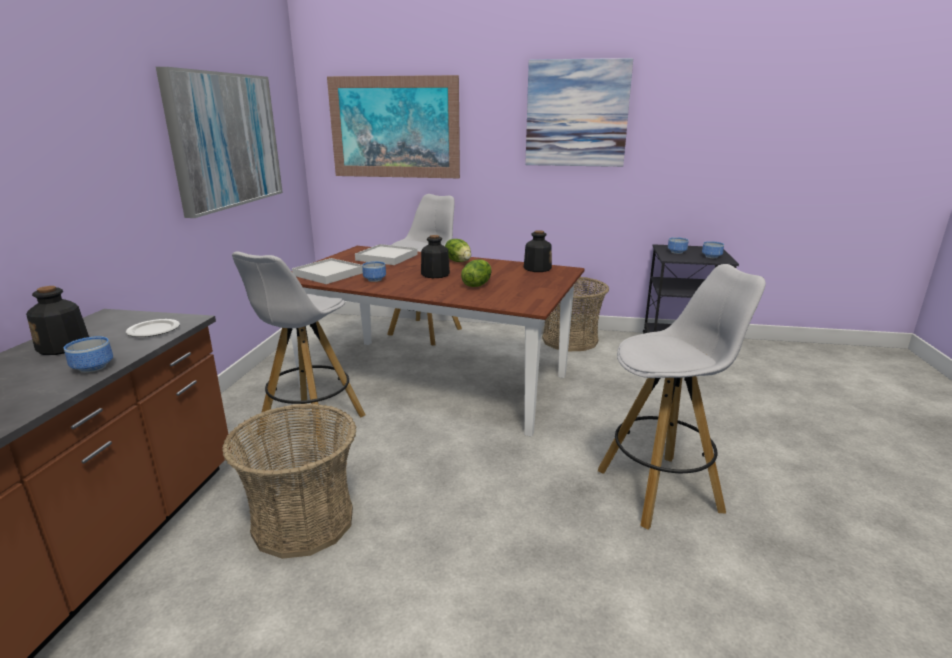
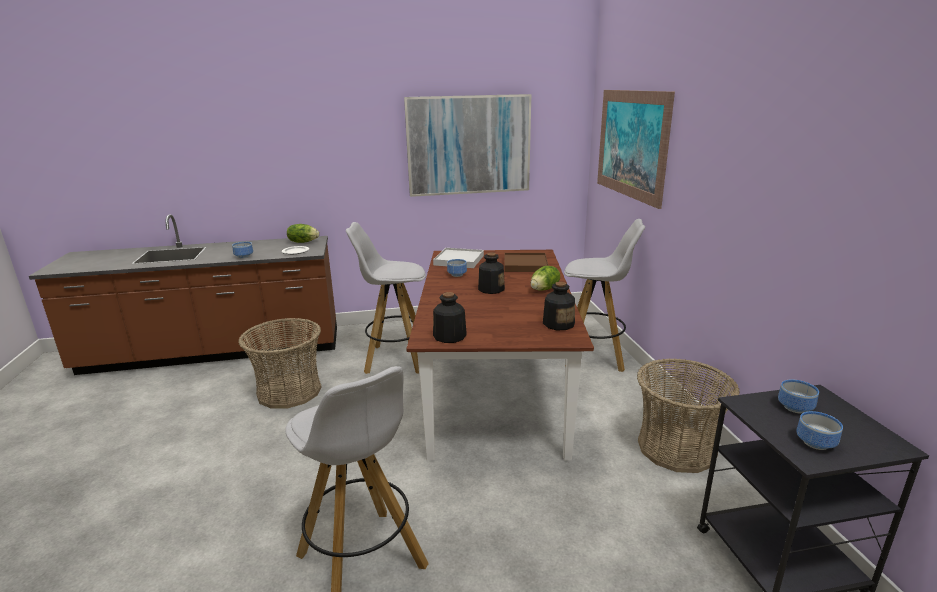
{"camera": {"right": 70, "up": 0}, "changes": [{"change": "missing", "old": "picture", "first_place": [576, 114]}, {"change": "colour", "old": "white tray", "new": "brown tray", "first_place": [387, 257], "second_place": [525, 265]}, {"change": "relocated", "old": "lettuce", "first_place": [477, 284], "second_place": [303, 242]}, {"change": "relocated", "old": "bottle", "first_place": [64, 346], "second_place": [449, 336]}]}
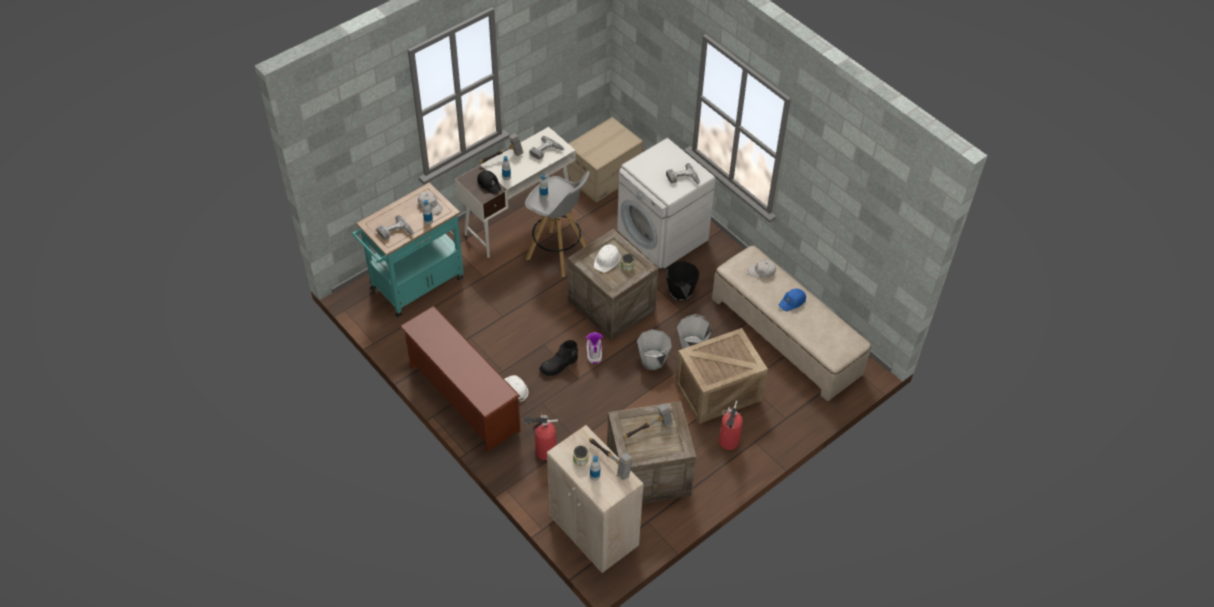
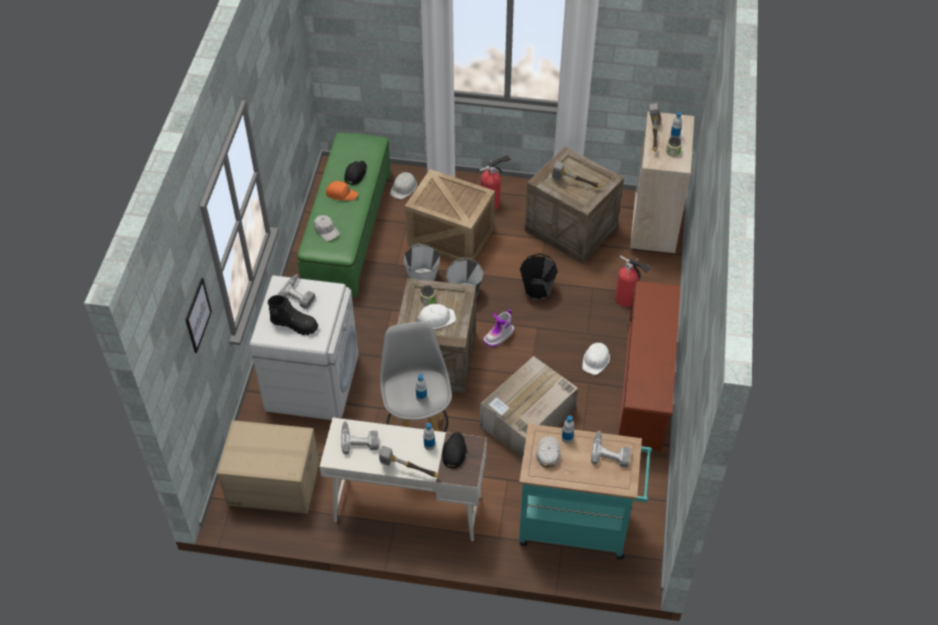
{"camera": {"right": -130, "up": 0}, "changes": [{"change": "colour", "old": "beige bench", "new": "green bench", "first_place": [787, 336], "second_place": [348, 228]}, {"change": "relocated", "old": "black bucket", "first_place": [680, 291], "second_place": [537, 289]}, {"change": "colour", "old": "blue cap", "new": "orange cap", "first_place": [792, 302], "second_place": [341, 194]}, {"change": "relocated", "old": "black boot", "first_place": [559, 366], "second_place": [295, 324]}, {"change": "appeared", "new": "black cap", "second_place": [355, 174]}, {"change": "appeared", "new": "white hard hat", "second_place": [404, 188]}, {"change": "appeared", "new": "picture", "second_place": [198, 315]}, {"change": "appeared", "new": "cardboard box", "second_place": [527, 419]}]}
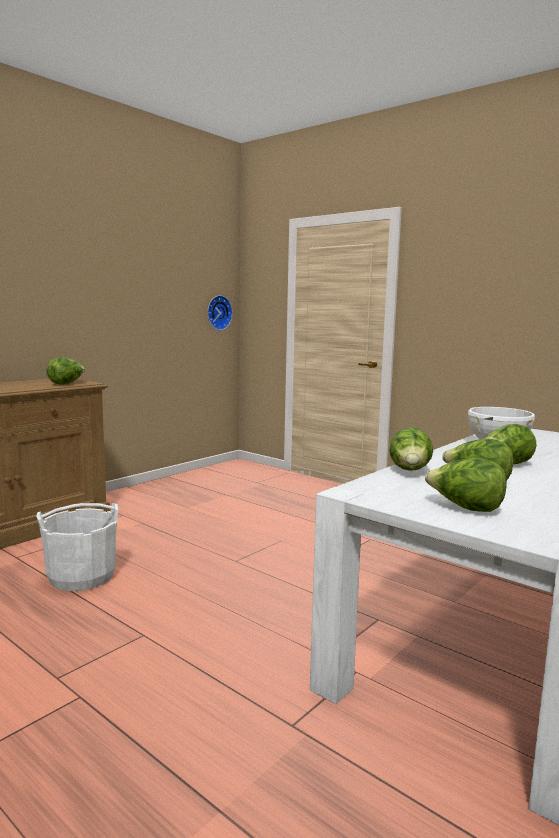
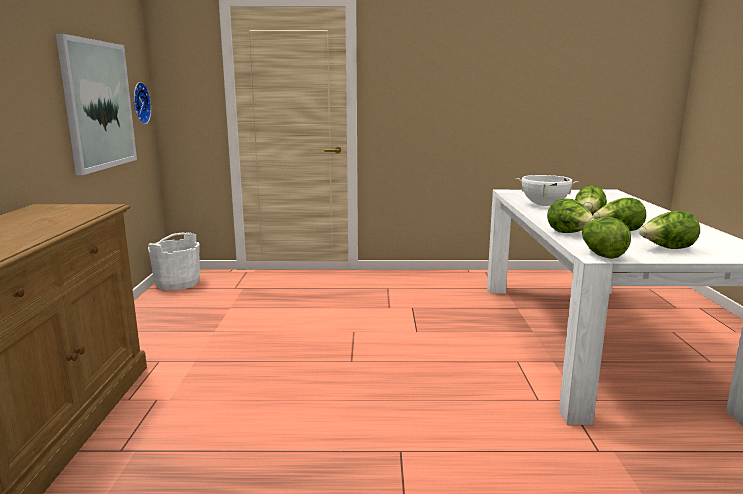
{"camera": {"right": -40, "up": 5}, "changes": [{"change": "relocated", "old": "lettuce", "first_place": [66, 383], "second_place": [601, 255]}, {"change": "relocated", "old": "white bucket", "first_place": [81, 576], "second_place": [177, 283]}, {"change": "appeared", "new": "picture", "second_place": [98, 105]}]}
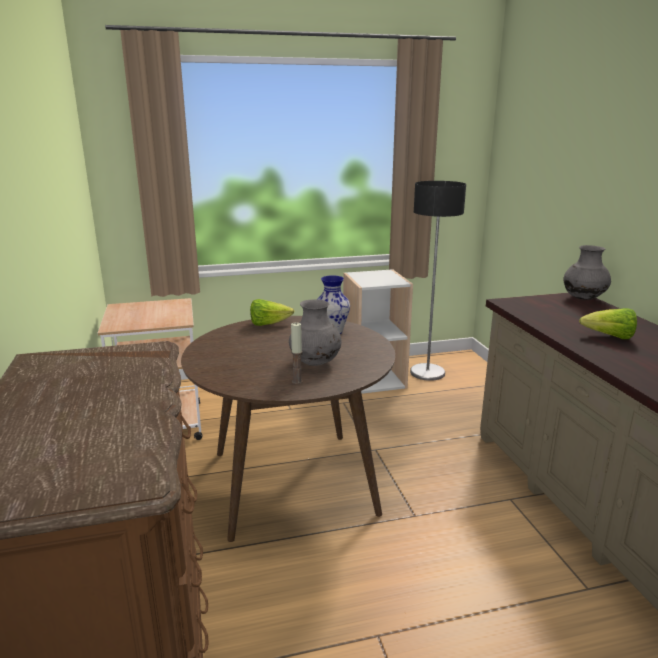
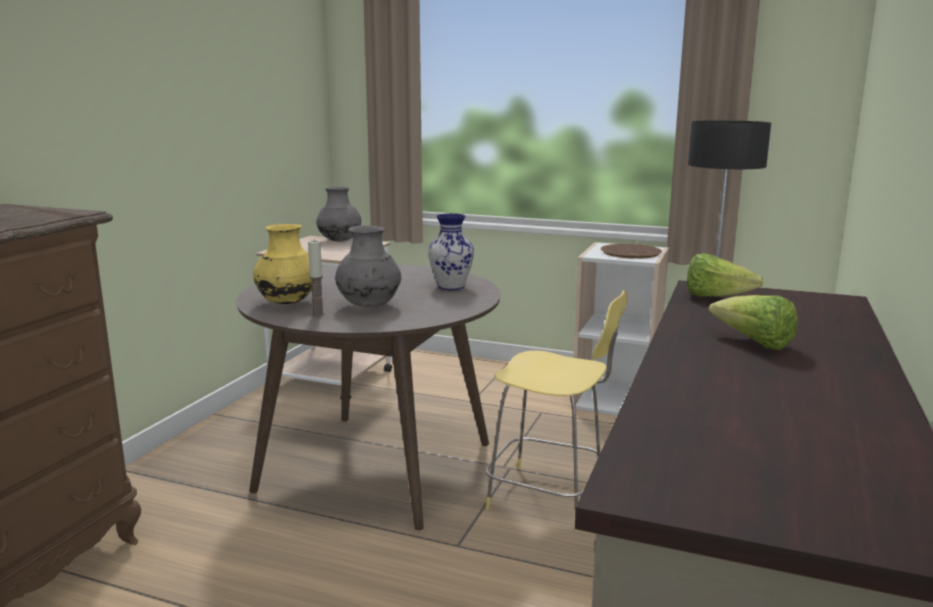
{"camera": {"right": 35, "up": -5}, "changes": [{"change": "relocated", "old": "grey vase", "first_place": [583, 298], "second_place": [340, 241]}, {"change": "relocated", "old": "lettuce", "first_place": [268, 324], "second_place": [716, 297]}, {"change": "appeared", "new": "yellow vase", "second_place": [288, 303]}, {"change": "appeared", "new": "brown plate", "second_place": [630, 252]}, {"change": "appeared", "new": "yellow stool", "second_place": [550, 497]}]}
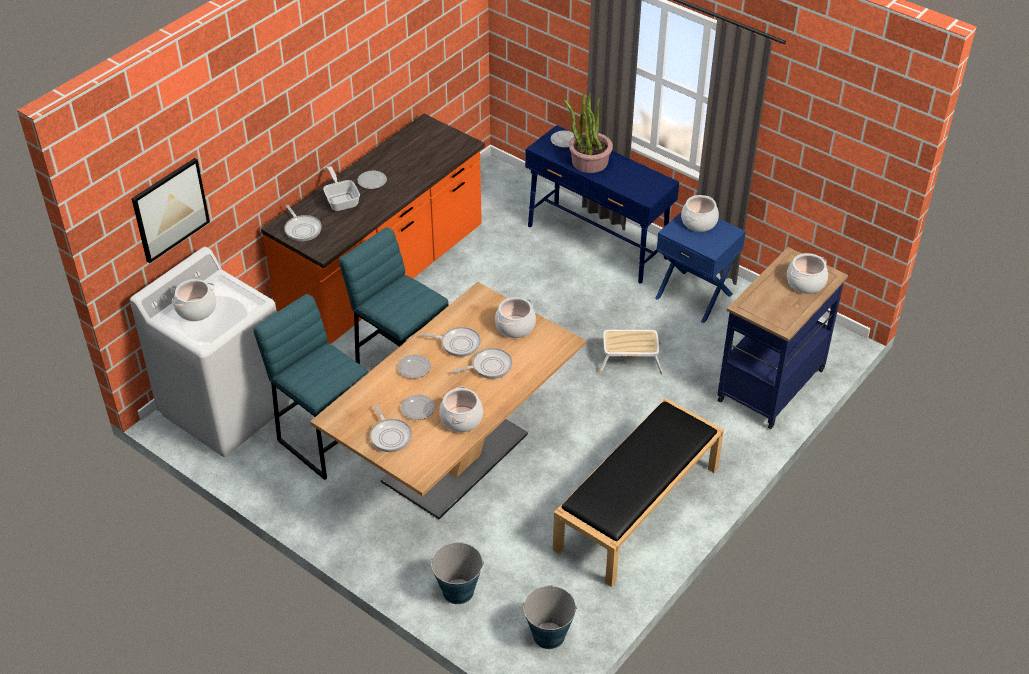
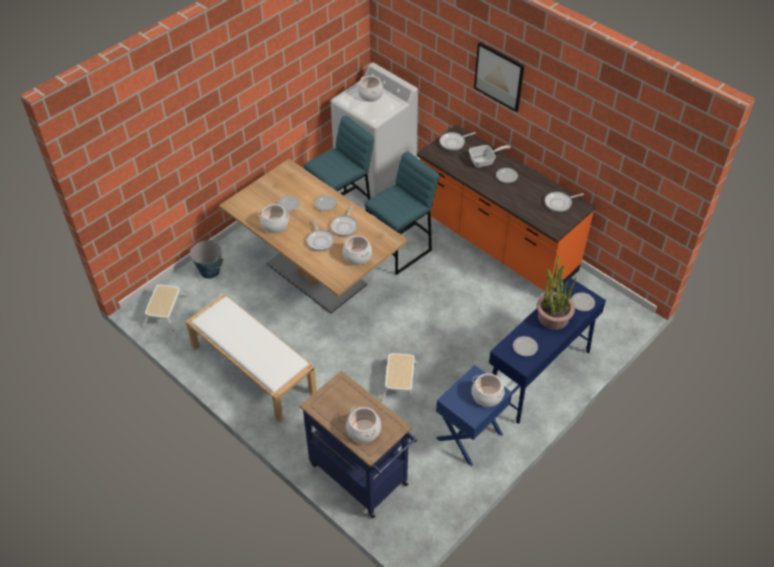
{"camera": {"right": 95, "up": 5}, "changes": [{"change": "relocated", "old": "picture", "first_place": [170, 209], "second_place": [499, 76]}, {"change": "colour", "old": "black bench", "new": "white bench", "first_place": [637, 509], "second_place": [252, 368]}, {"change": "relocated", "old": "frying pan", "first_place": [390, 435], "second_place": [559, 203]}, {"change": "exchanged", "old": "bucket", "new": "beige step ladder", "first_place": [548, 635], "second_place": [165, 311]}, {"change": "appeared", "new": "plate", "second_place": [525, 347]}]}
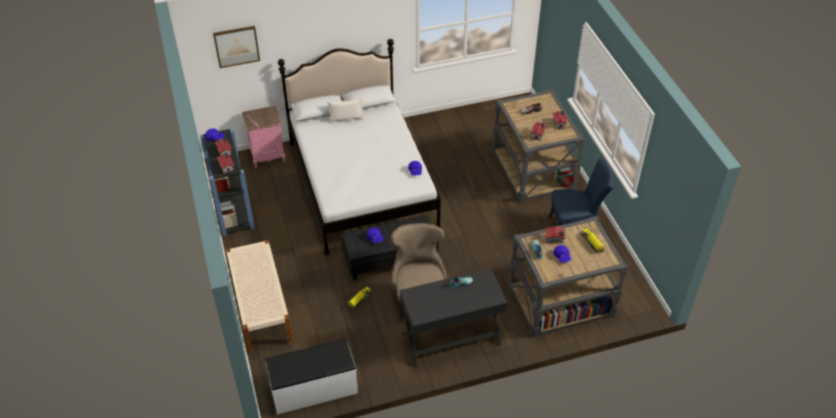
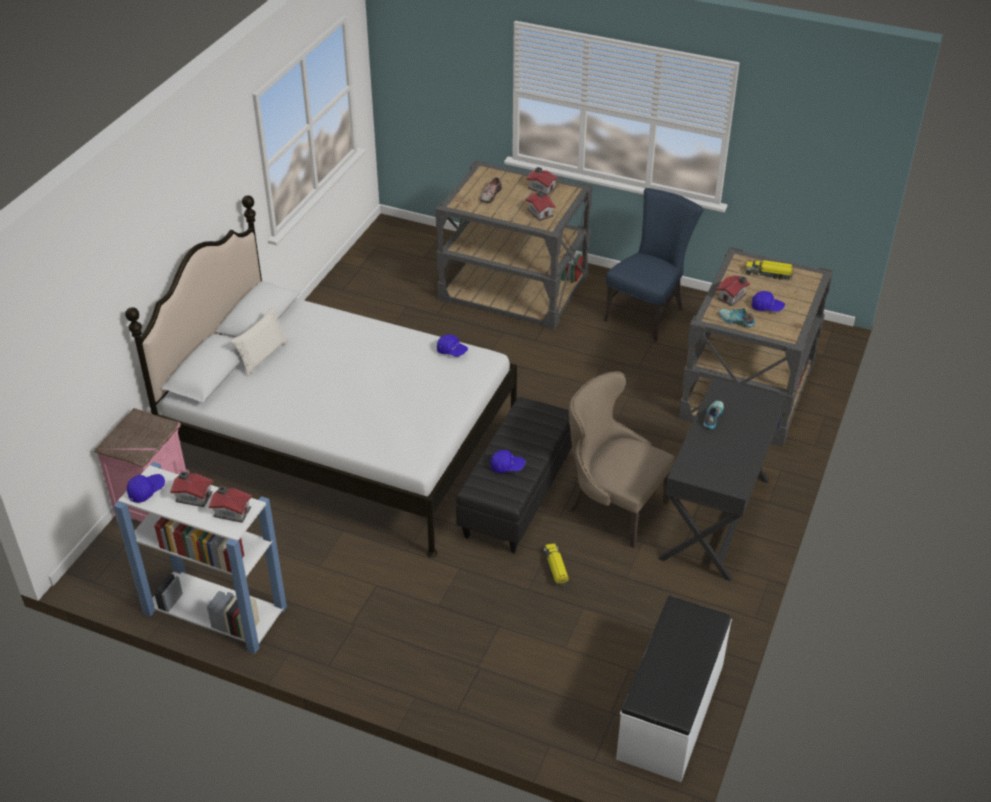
{"camera": {"right": -50, "up": -5}, "changes": [{"change": "missing", "old": "picture", "first_place": [236, 46]}, {"change": "colour", "old": "black bookcase", "new": "white bookcase", "first_place": [233, 209], "second_place": [214, 609]}, {"change": "missing", "old": "beige bench", "first_place": [260, 307]}]}
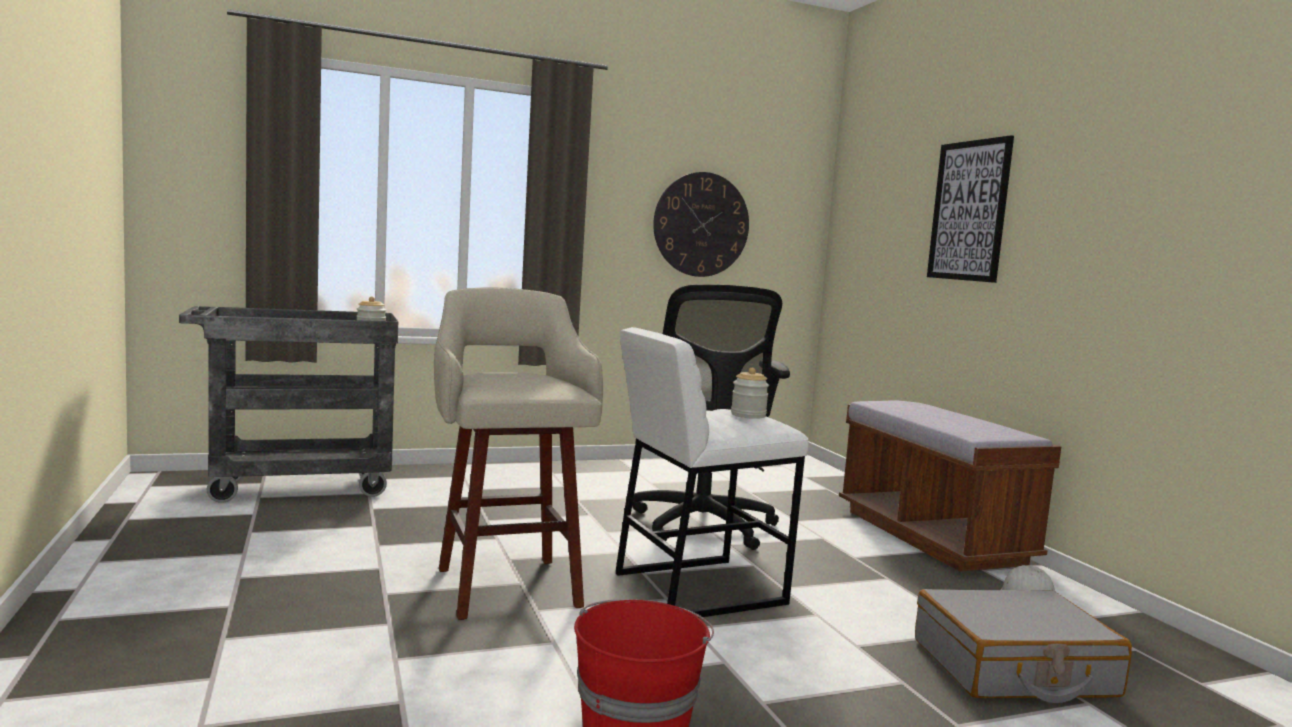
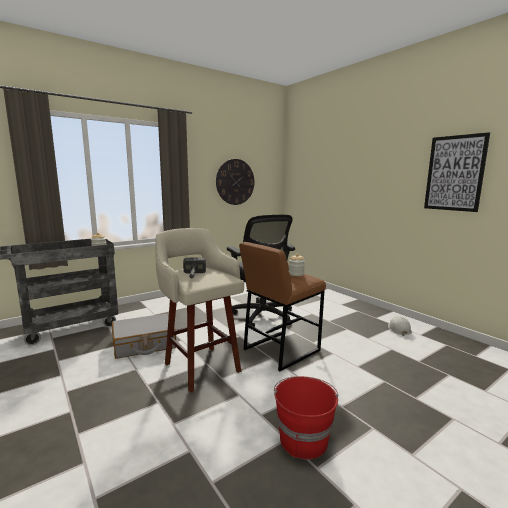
{"camera": {"right": -15, "up": 5}, "changes": [{"change": "relocated", "old": "picture", "first_place": [969, 211], "second_place": [454, 173]}, {"change": "colour", "old": "white stool", "new": "brown stool", "first_place": [695, 589], "second_place": [280, 350]}, {"change": "missing", "old": "brown bench", "first_place": [932, 536]}, {"change": "relocated", "old": "grey suitcase", "first_place": [1013, 669], "second_place": [144, 344]}, {"change": "appeared", "new": "hammer", "second_place": [193, 276]}]}
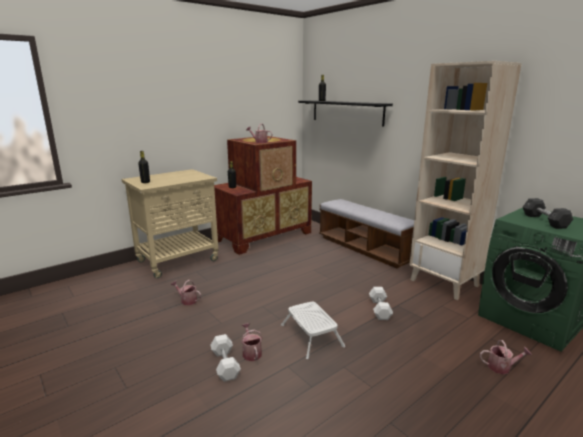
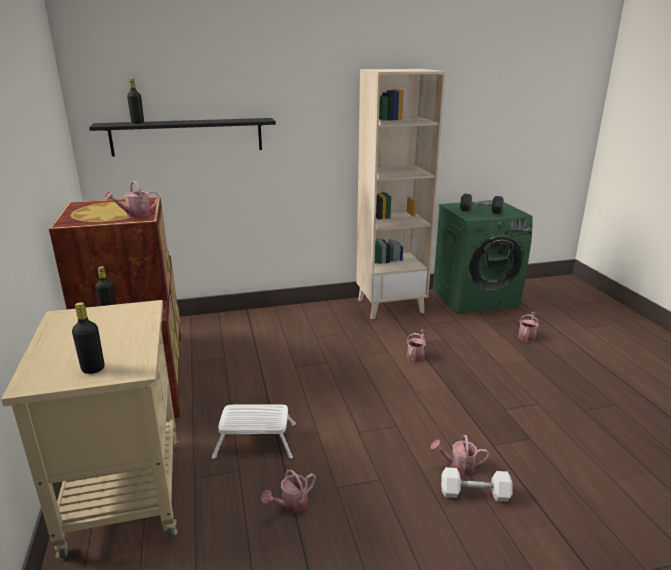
{"camera": {"right": -65, "up": 5}, "changes": [{"change": "missing", "old": "bench", "first_place": [365, 248]}, {"change": "exchanged", "old": "white dumbbell", "new": "watering can", "first_place": [379, 309], "second_place": [416, 355]}, {"change": "relocated", "old": "white step ladder", "first_place": [311, 335], "second_place": [255, 440]}]}
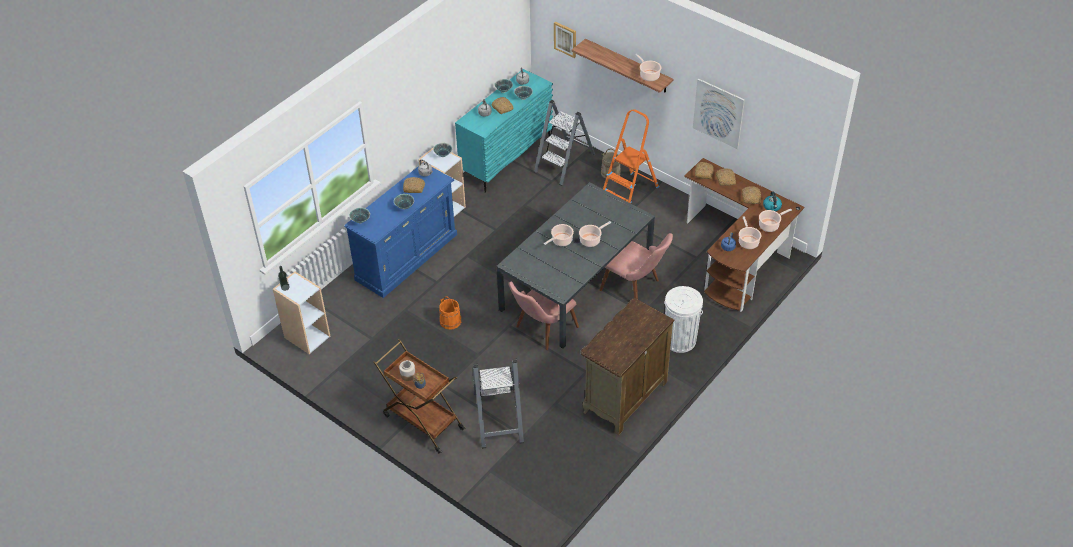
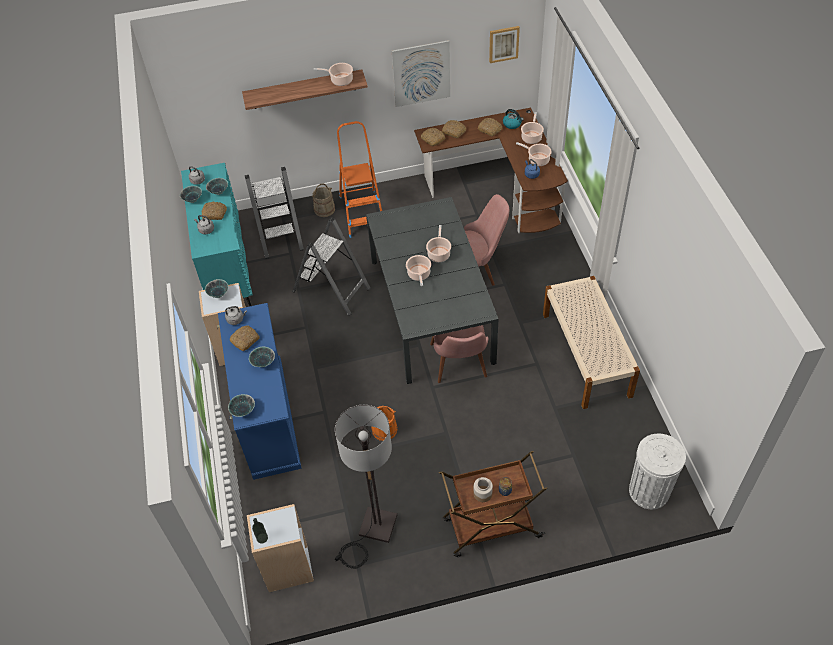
{"camera": {"right": -50, "up": 5}, "changes": [{"change": "relocated", "old": "picture", "first_place": [565, 39], "second_place": [503, 44]}, {"change": "relocated", "old": "white trash can", "first_place": [679, 340], "second_place": [649, 491]}, {"change": "exchanged", "old": "beige dresser", "new": "beige bench", "first_place": [623, 396], "second_place": [586, 354]}, {"change": "relocated", "old": "grey step ladder", "first_place": [498, 418], "second_place": [332, 290]}, {"change": "appeared", "new": "floor lamp", "second_place": [370, 534]}]}
